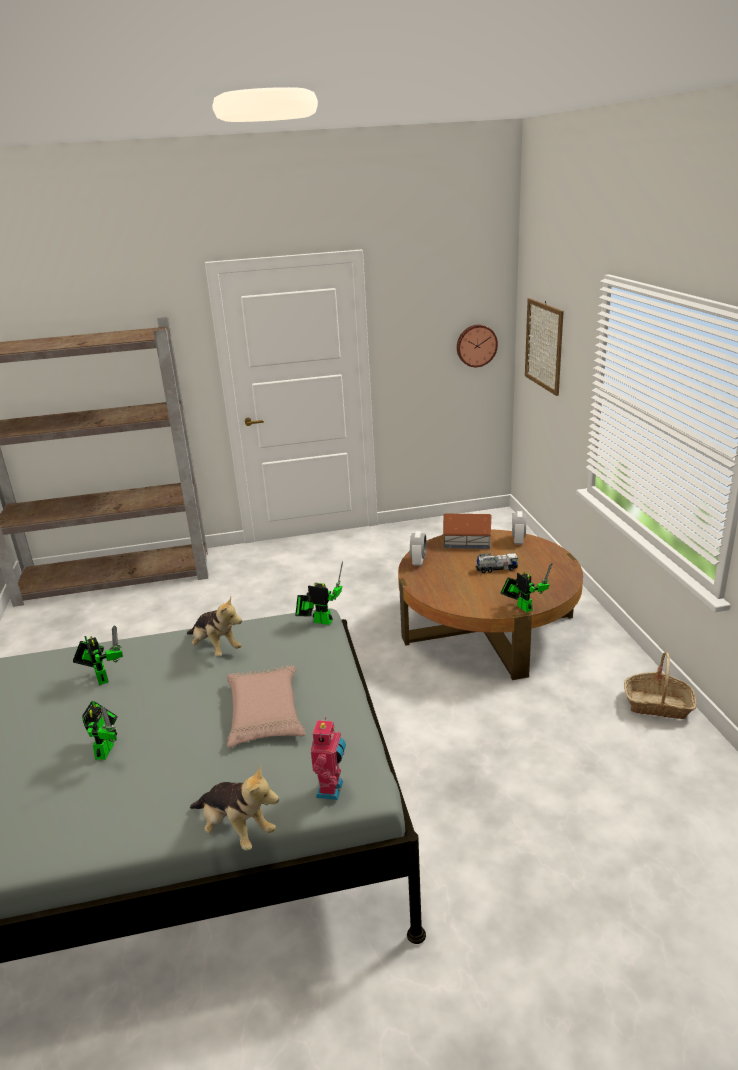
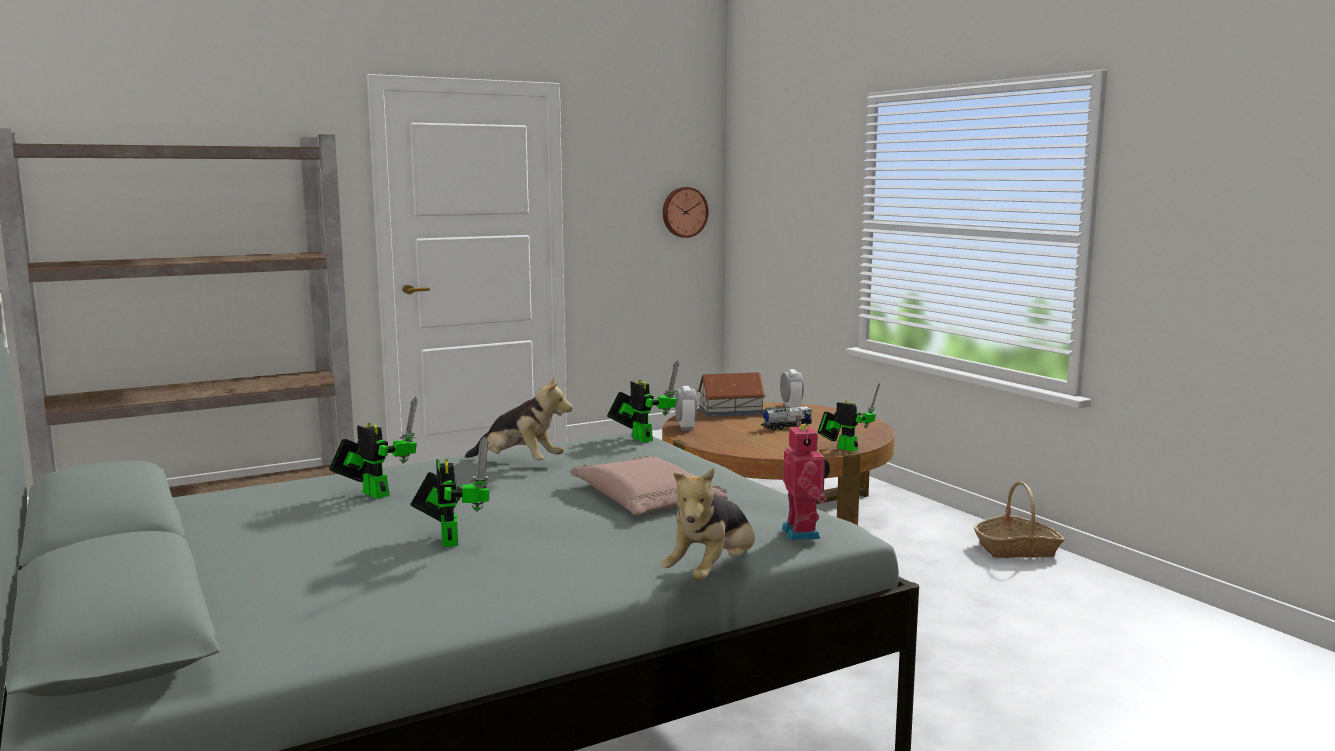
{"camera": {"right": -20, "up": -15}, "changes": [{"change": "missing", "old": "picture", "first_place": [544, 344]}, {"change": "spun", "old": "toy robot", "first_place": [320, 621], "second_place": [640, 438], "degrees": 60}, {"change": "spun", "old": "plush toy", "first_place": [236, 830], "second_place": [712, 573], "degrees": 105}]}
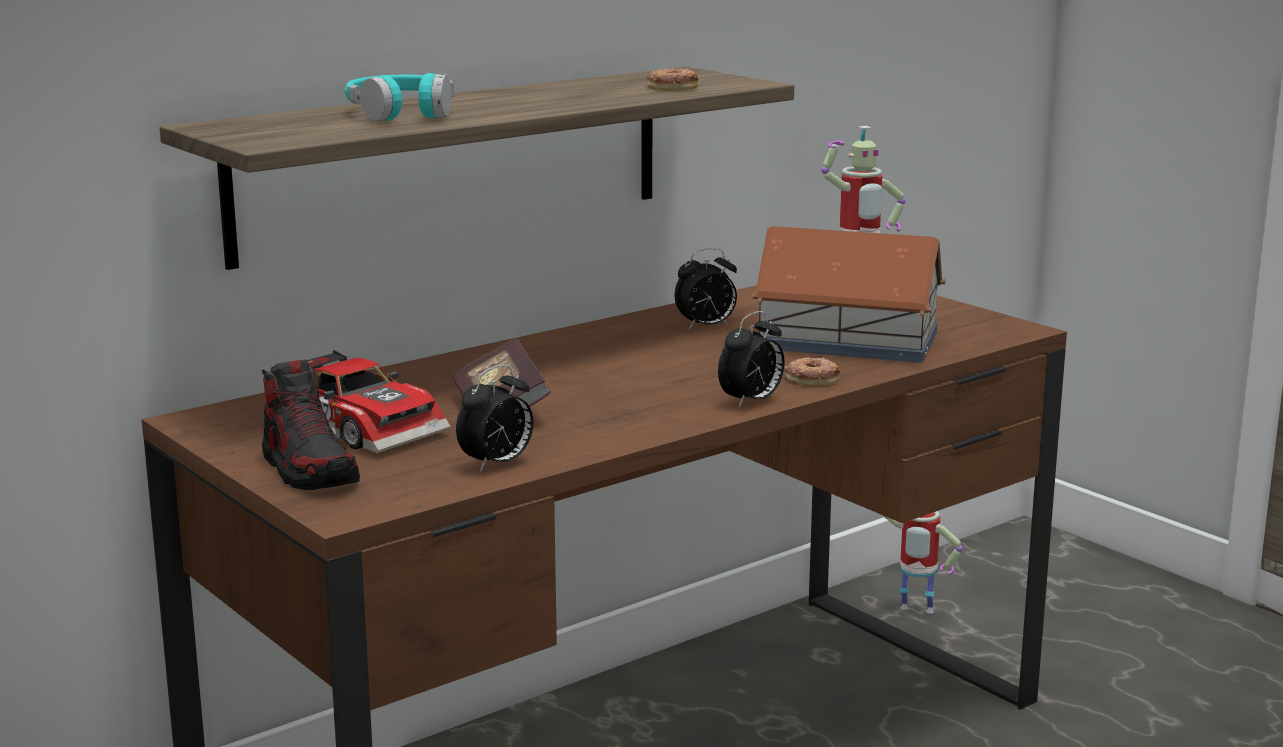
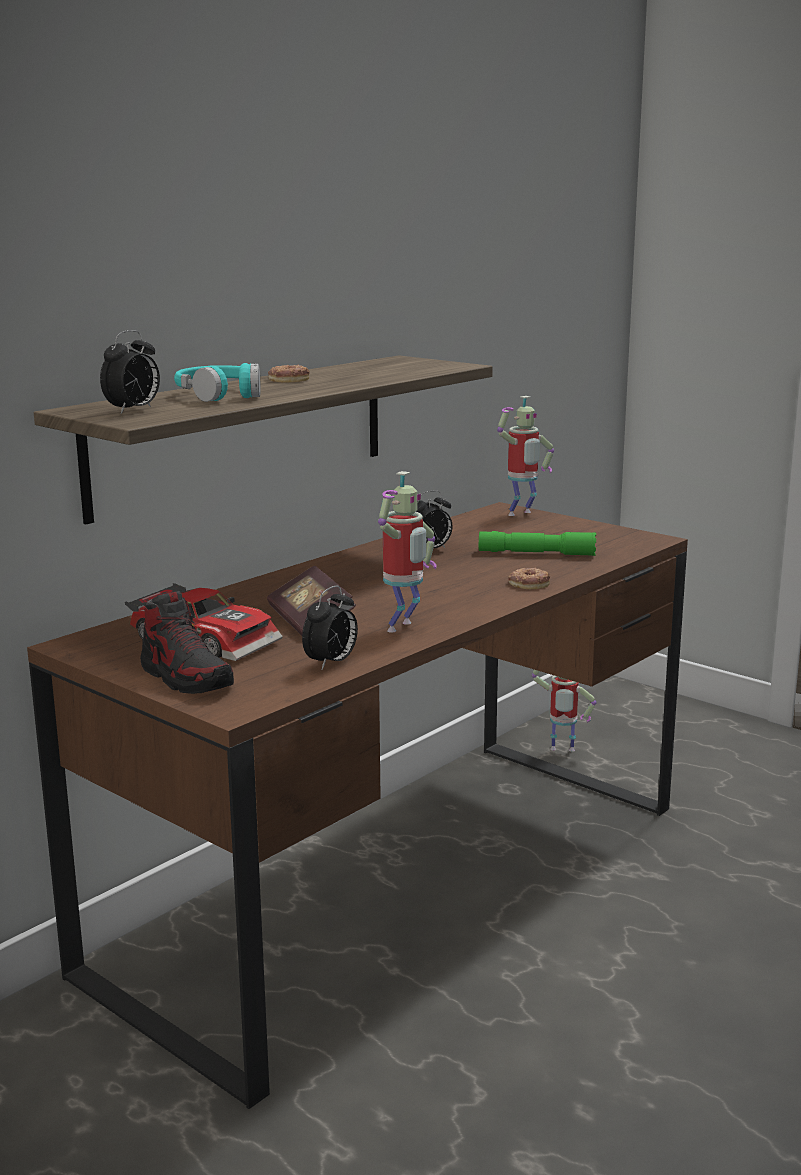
{"camera": {"right": -10, "up": 0}, "changes": [{"change": "relocated", "old": "donut", "first_place": [673, 87], "second_place": [289, 379]}, {"change": "exchanged", "old": "toy house", "new": "green flashlight", "first_place": [846, 339], "second_place": [536, 553]}, {"change": "relocated", "old": "alarm clock", "first_place": [751, 402], "second_place": [133, 410]}, {"change": "appeared", "new": "toy robot", "second_place": [403, 628]}]}
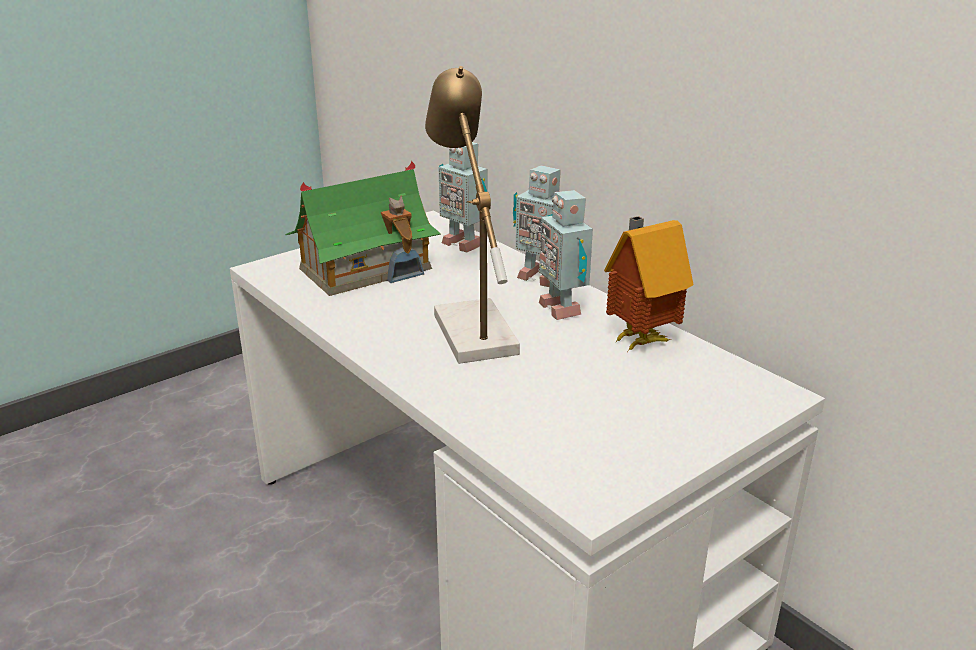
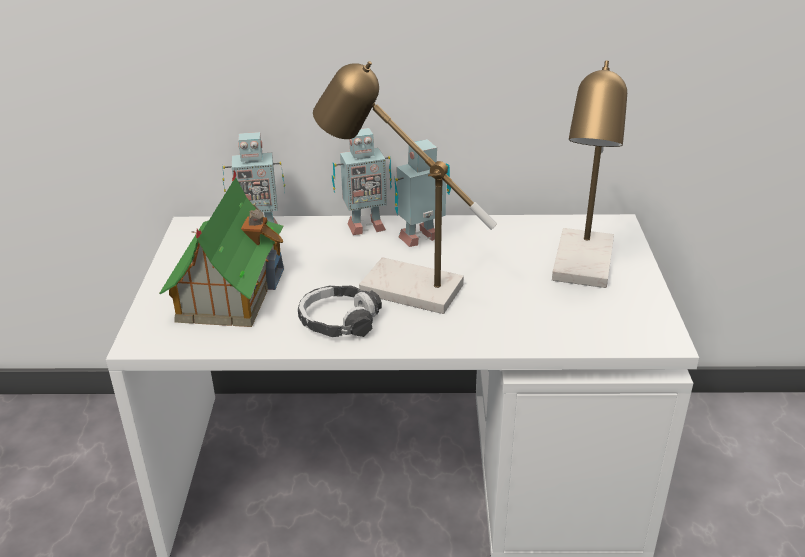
{"camera": {"right": -50, "up": 5}, "changes": [{"change": "spun", "old": "toy robot", "first_place": [562, 308], "second_place": [422, 239], "degrees": 135}, {"change": "missing", "old": "toy house", "first_place": [639, 340]}, {"change": "appeared", "new": "table lamp", "second_place": [583, 268]}, {"change": "appeared", "new": "headphones", "second_place": [339, 321]}]}
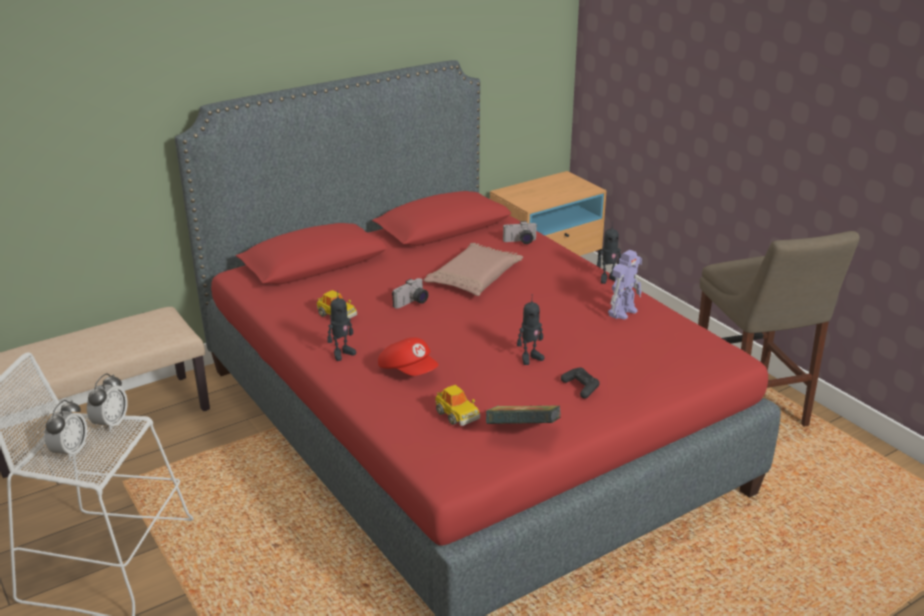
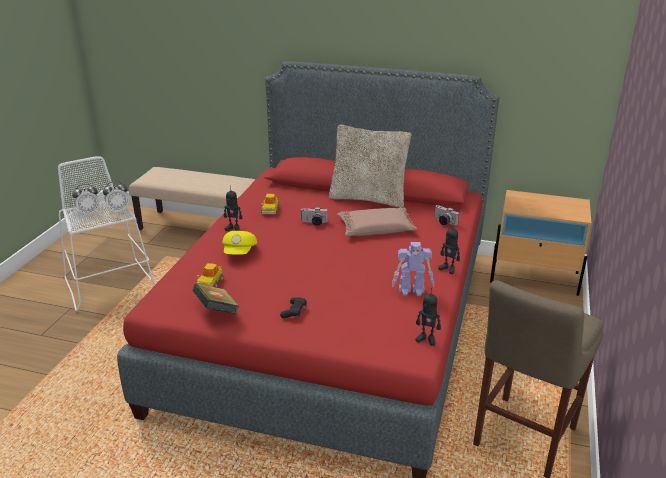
{"camera": {"right": 50, "up": 0}, "changes": [{"change": "relocated", "old": "toy robot", "first_place": [530, 358], "second_place": [426, 339]}, {"change": "colour", "old": "red cap", "new": "yellow cap", "first_place": [408, 371], "second_place": [240, 252]}, {"change": "appeared", "new": "beige pillow", "second_place": [369, 196]}]}
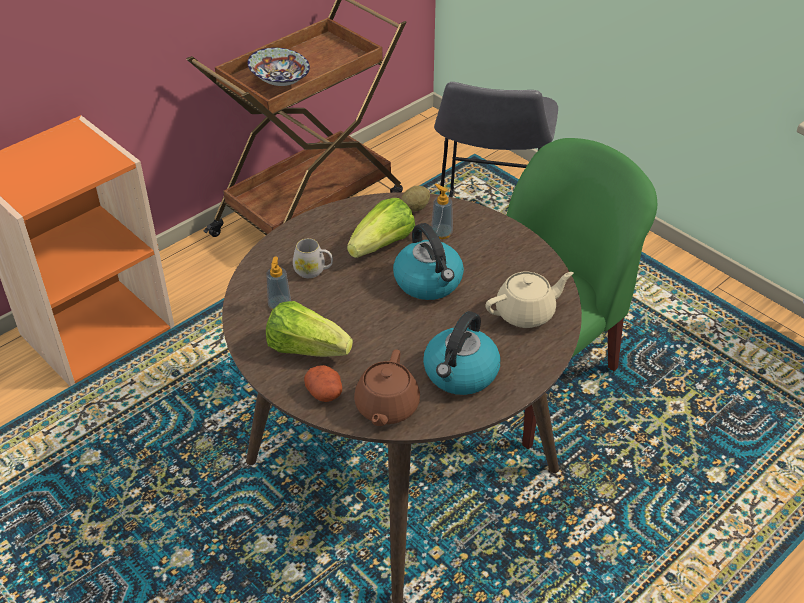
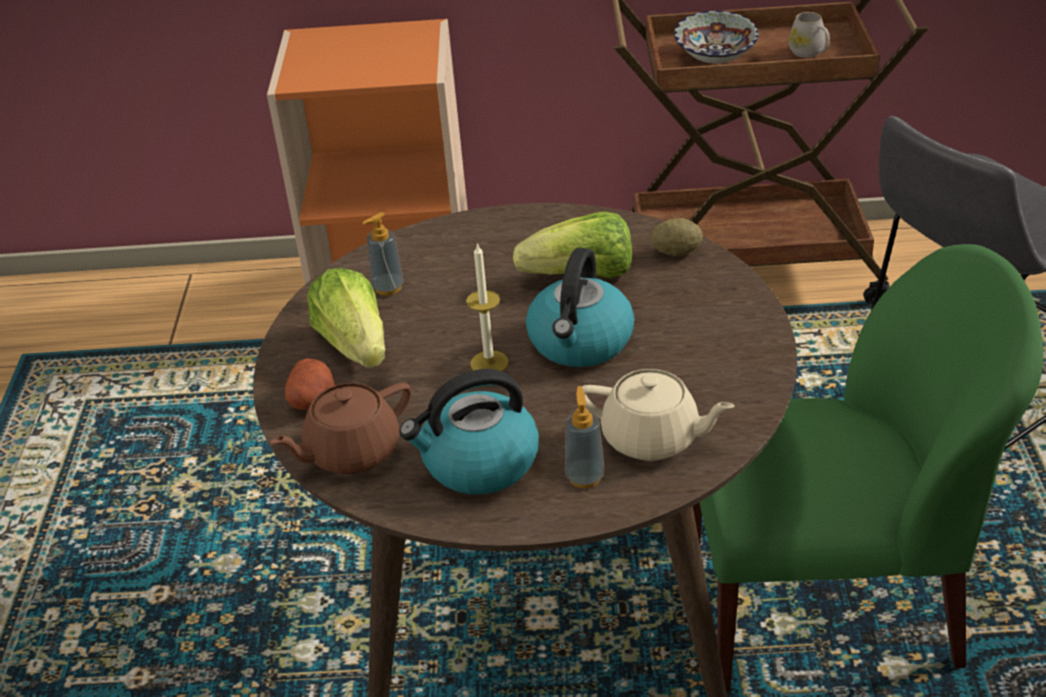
{"camera": {"right": 45, "up": -5}, "changes": [{"change": "relocated", "old": "soap dispenser", "first_place": [441, 233], "second_place": [585, 477]}, {"change": "relocated", "old": "white mug", "first_place": [313, 271], "second_place": [810, 53]}, {"change": "appeared", "new": "candle", "second_place": [489, 363]}]}
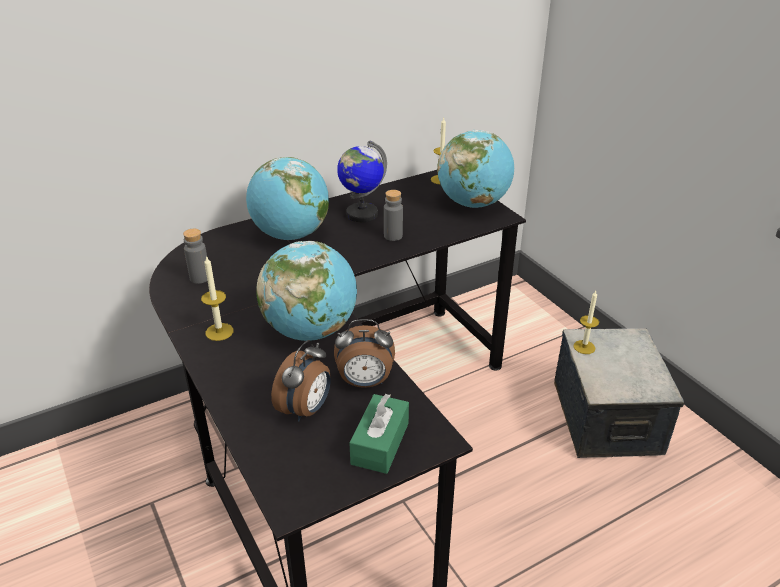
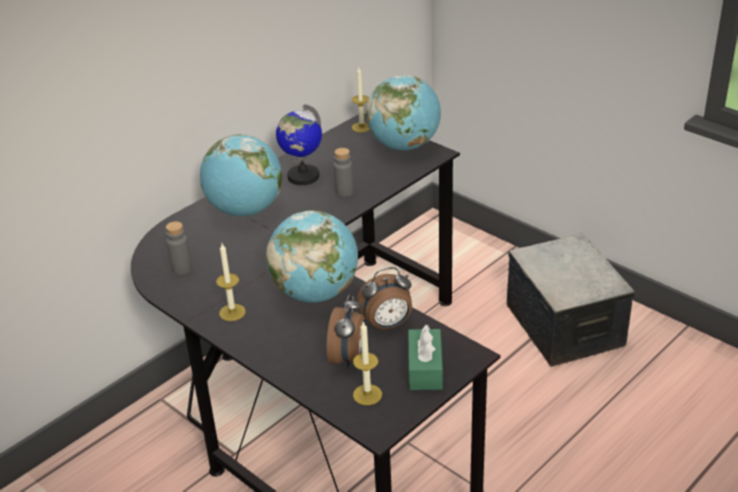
{"camera": {"right": -15, "up": 0}, "changes": [{"change": "relocated", "old": "candle", "first_place": [584, 347], "second_place": [367, 394]}]}
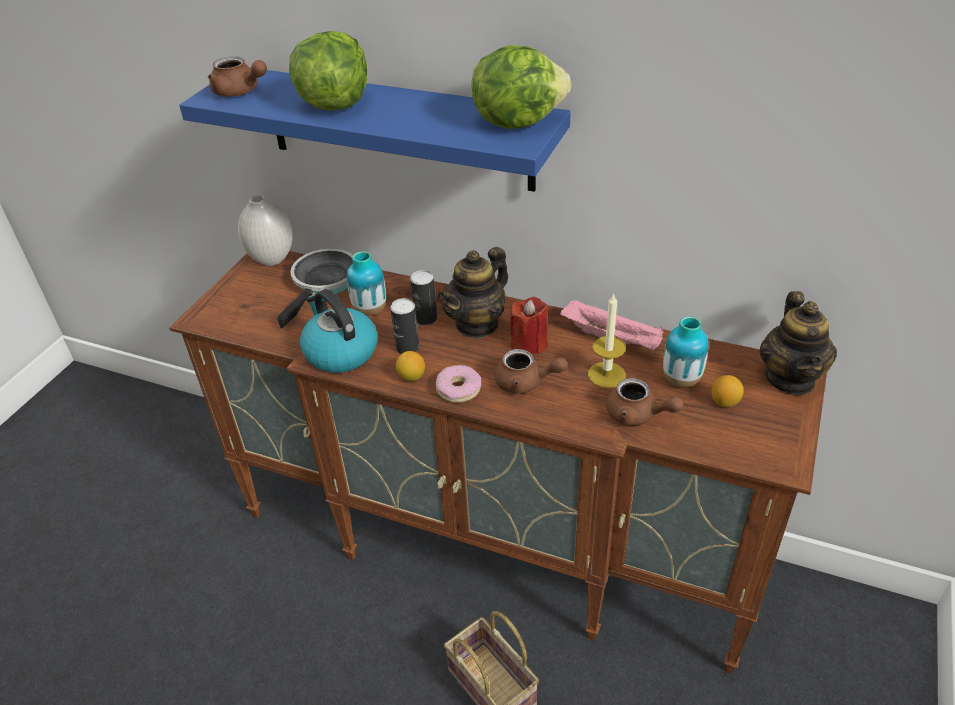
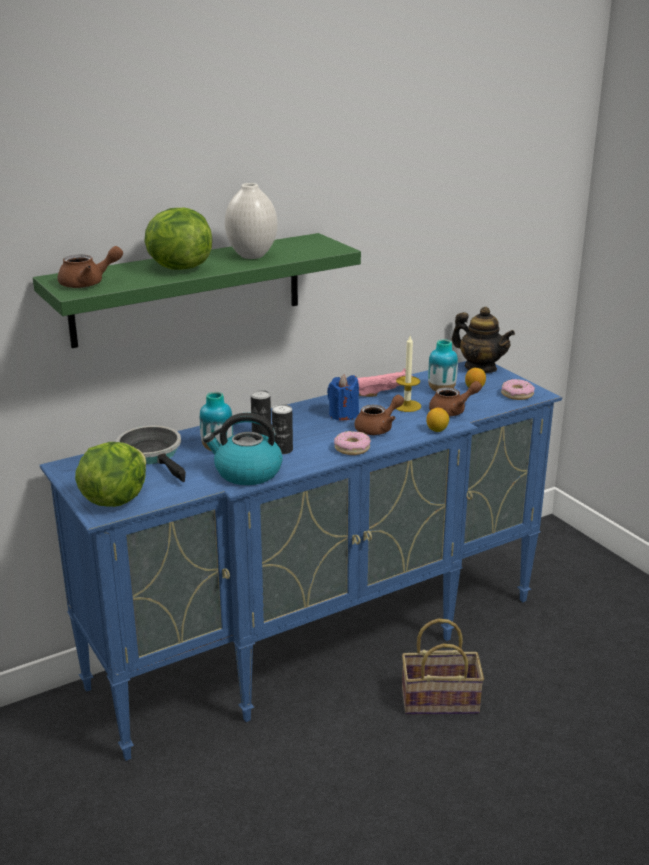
{"camera": {"right": -55, "up": -15}, "changes": [{"change": "relocated", "old": "lettuce", "first_place": [517, 121], "second_place": [114, 499]}, {"change": "colour", "old": "blue shelf", "new": "green shelf", "first_place": [397, 128], "second_place": [188, 289]}, {"change": "relocated", "old": "white vase", "first_place": [271, 260], "second_place": [252, 256]}, {"change": "missing", "old": "teapot", "first_place": [477, 324]}, {"change": "colour", "old": "brown cabinet", "new": "blue cabinet", "first_place": [491, 543], "second_place": [321, 643]}, {"change": "colour", "old": "red candle", "new": "blue candle", "first_place": [529, 343], "second_place": [343, 415]}, {"change": "relocated", "old": "lemon", "first_place": [411, 377], "second_place": [437, 430]}, {"change": "appeared", "new": "donut", "second_place": [517, 394]}]}
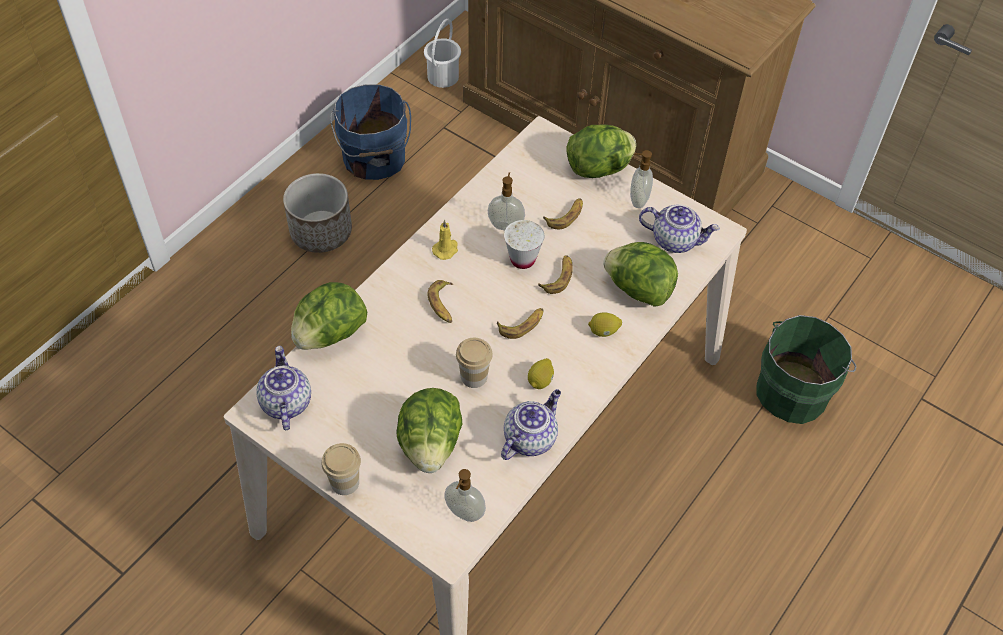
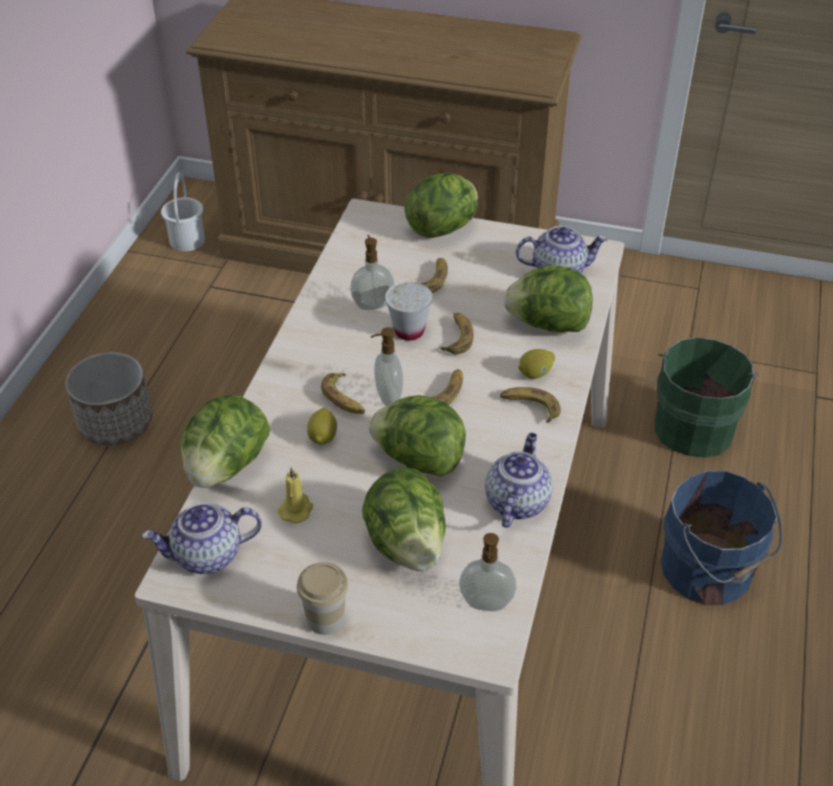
{"camera": {"right": -20, "up": -10}, "changes": [{"change": "relocated", "old": "blue bucket", "first_place": [374, 159], "second_place": [709, 572]}, {"change": "relocated", "old": "soap dispenser", "first_place": [637, 199], "second_place": [387, 397]}, {"change": "relocated", "old": "yellow candle", "first_place": [446, 249], "second_place": [296, 509]}, {"change": "exchanged", "old": "cup", "new": "lettuce", "first_place": [474, 376], "second_place": [418, 459]}, {"change": "spun", "old": "teapot", "first_place": [285, 402], "second_place": [207, 555], "degrees": -75}, {"change": "relocated", "old": "lemon", "first_place": [540, 381], "second_place": [323, 437]}, {"change": "appeared", "new": "banana", "second_place": [529, 407]}]}
